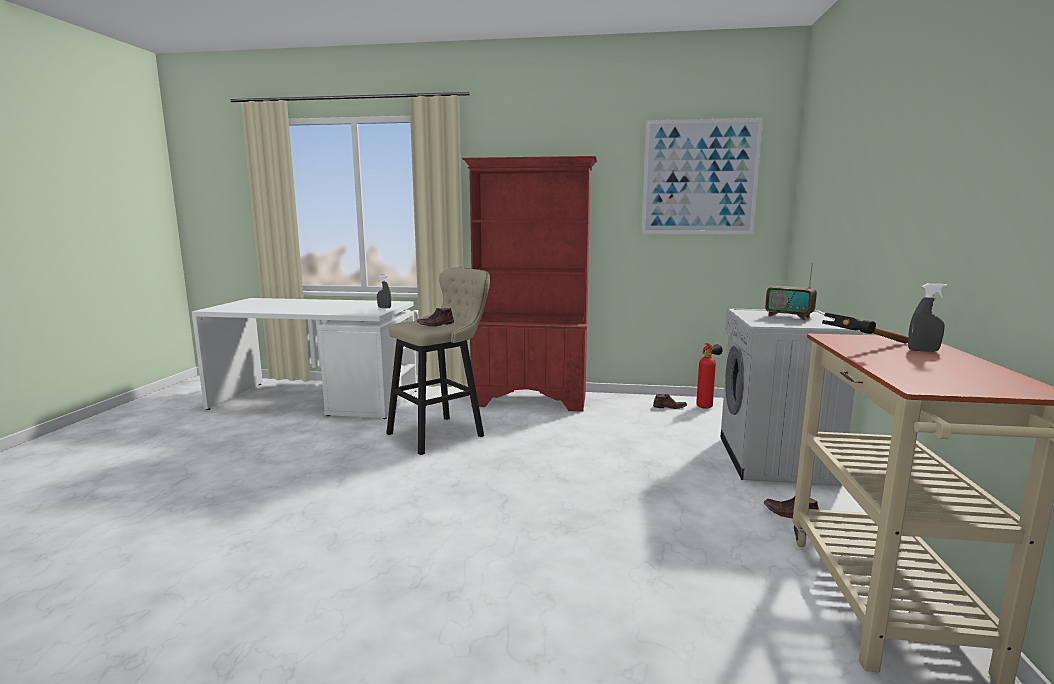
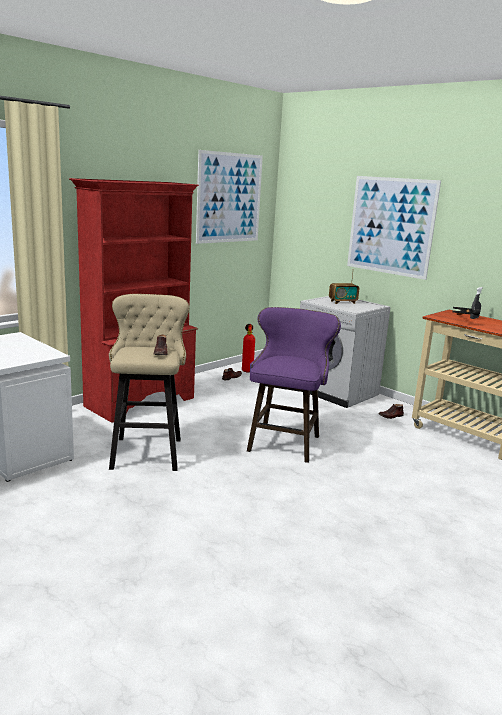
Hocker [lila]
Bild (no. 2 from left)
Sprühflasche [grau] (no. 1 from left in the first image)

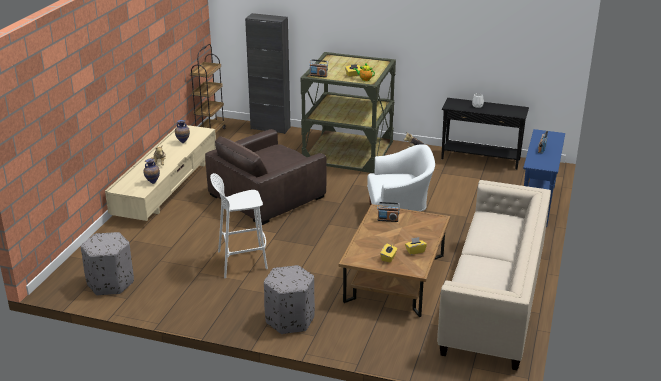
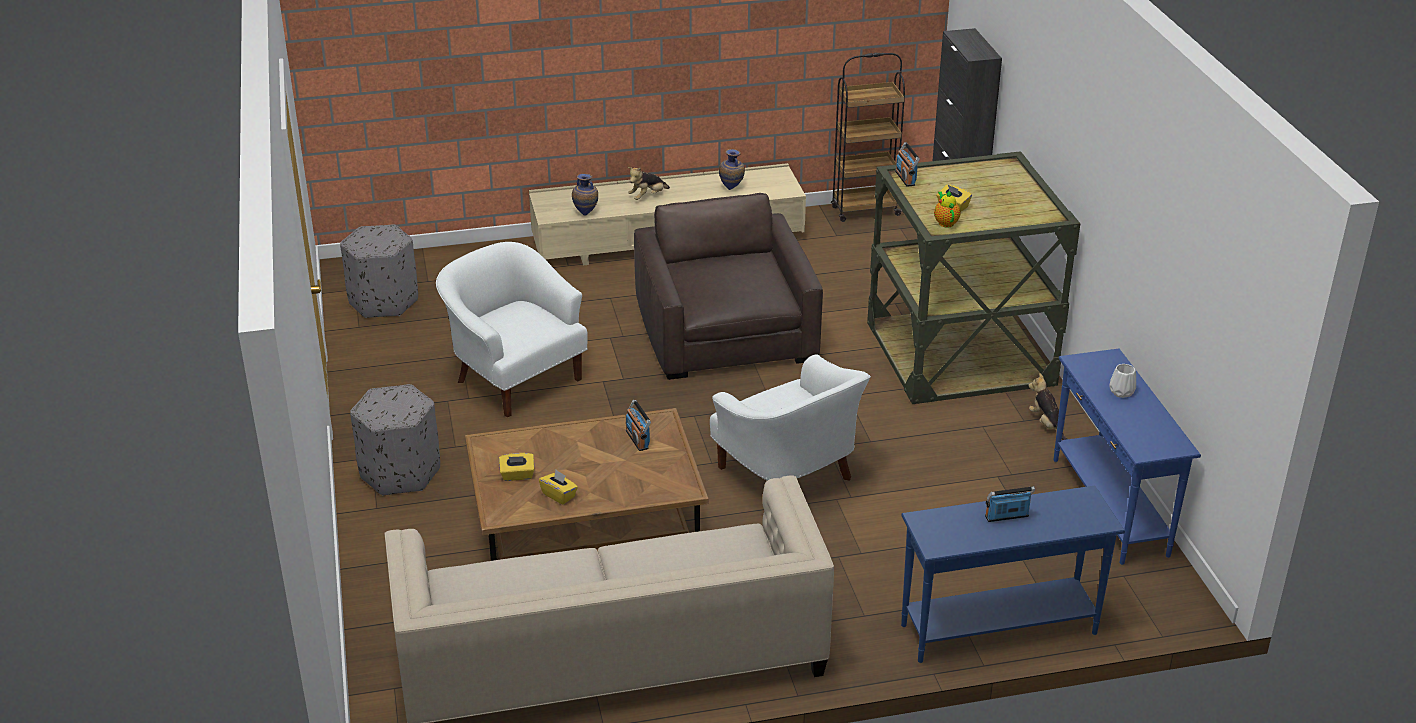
Sessel [weiß] (no. 1 from left)
Sessel [braun]
Konsolentisch [blau] (no. 2 from left)

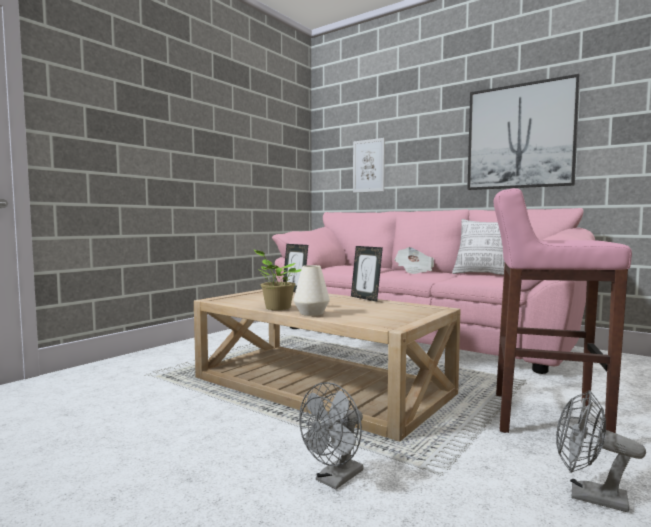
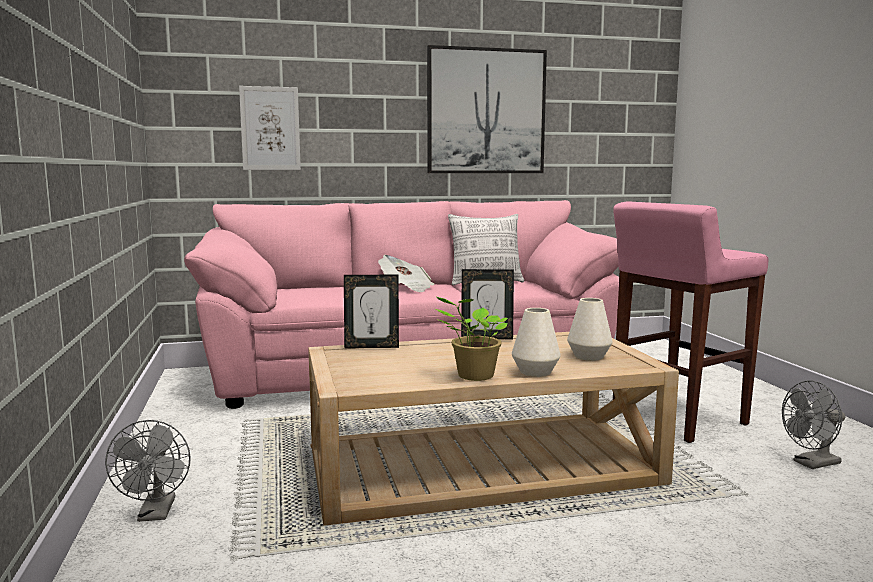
Ventilator [grau] (no. 1 from left)
Vase [weiß] (no. 2 from left)

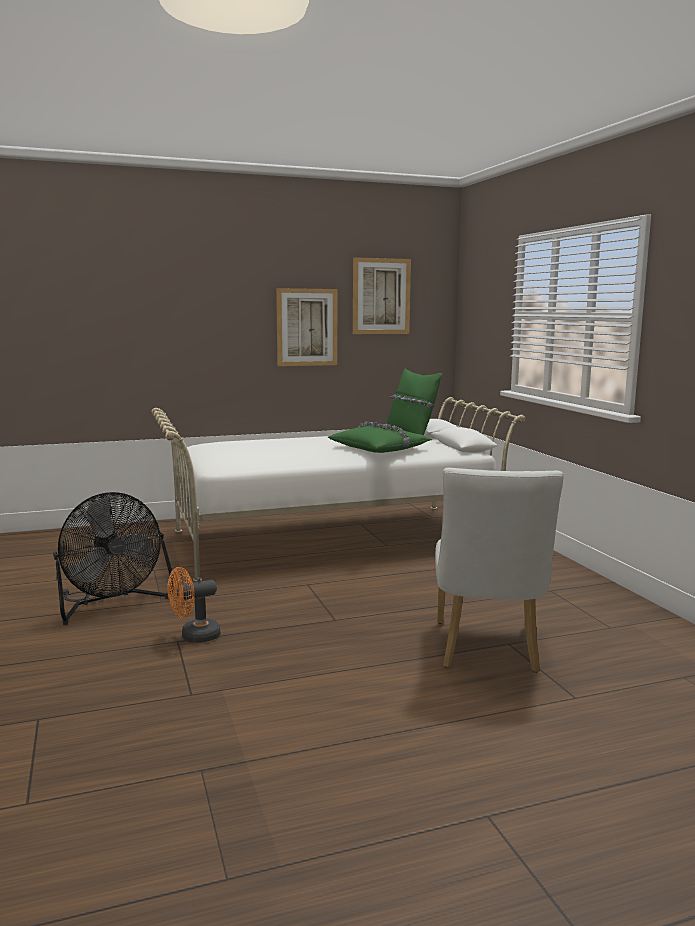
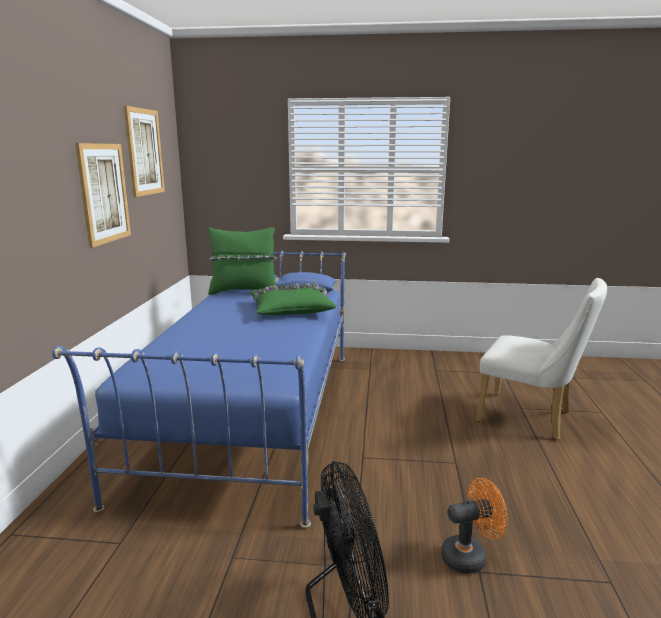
Bett [blau]
Ventilator [orange]

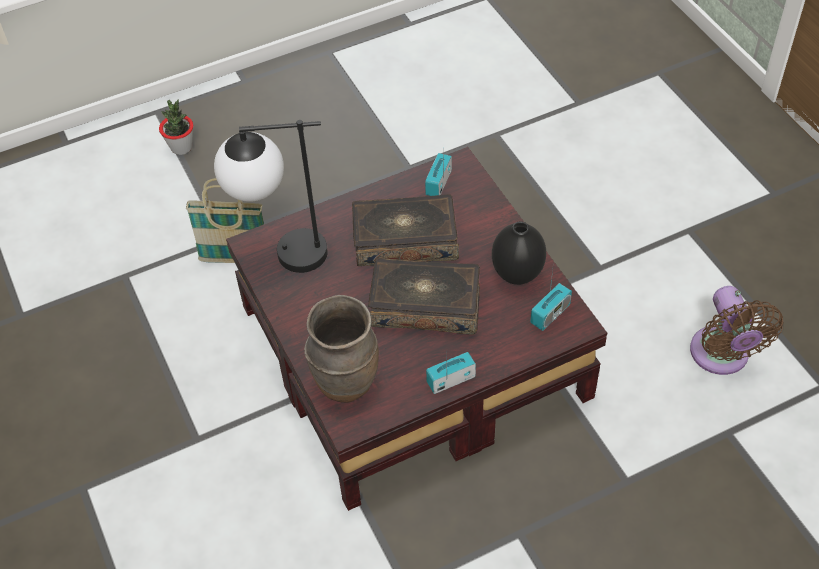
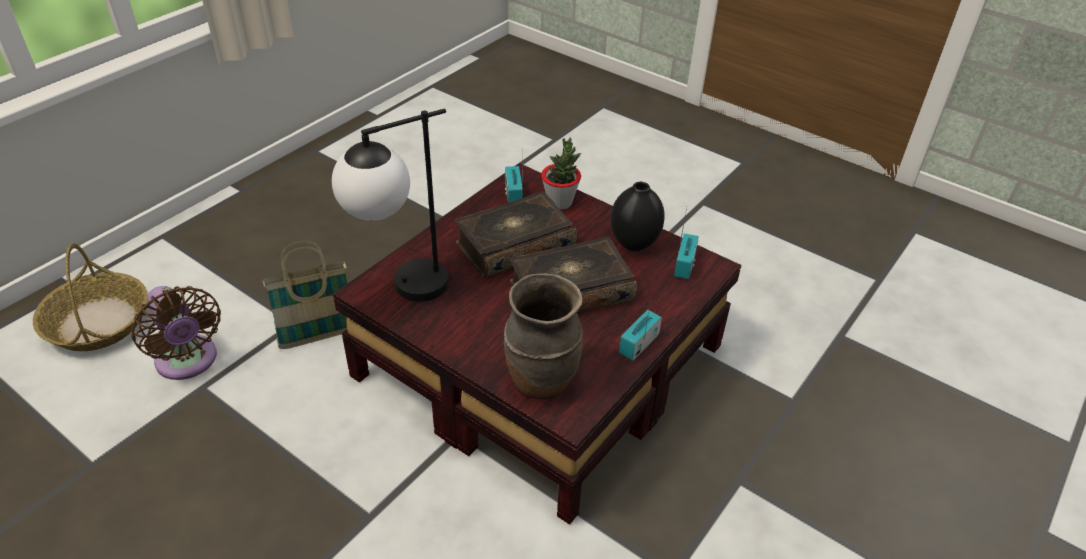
Korb (no. 1 from left)
Ventilator [braun]
Topfpflanze

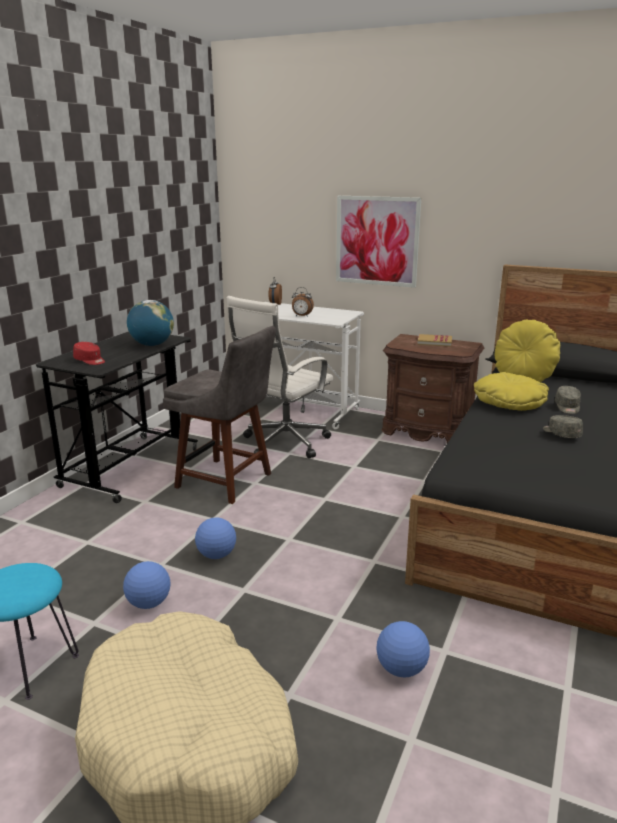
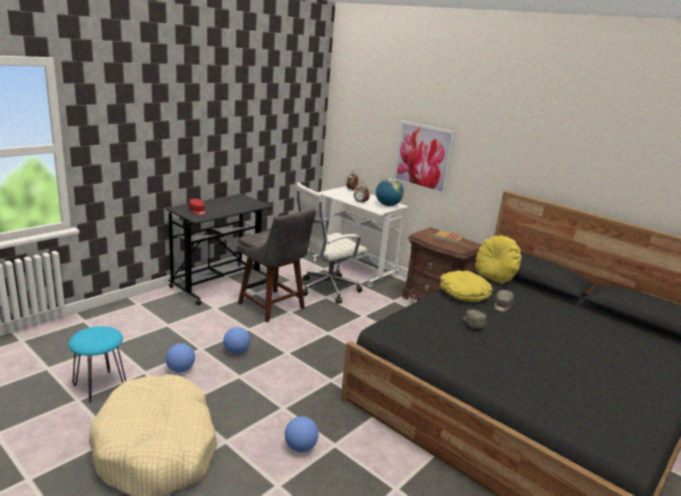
Globus

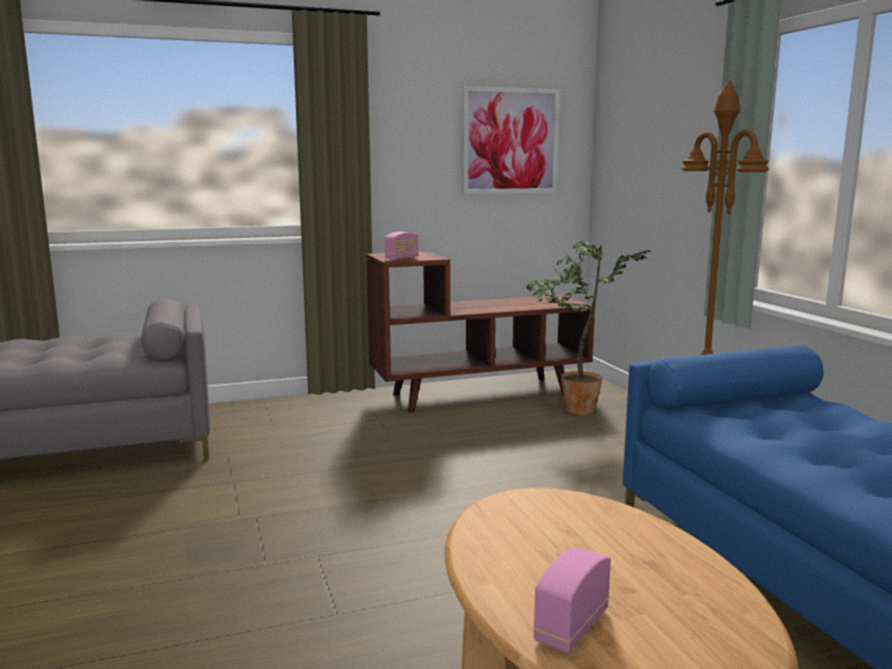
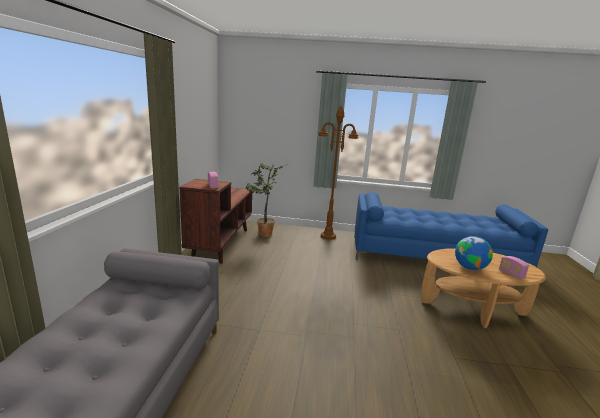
Globus
Bild

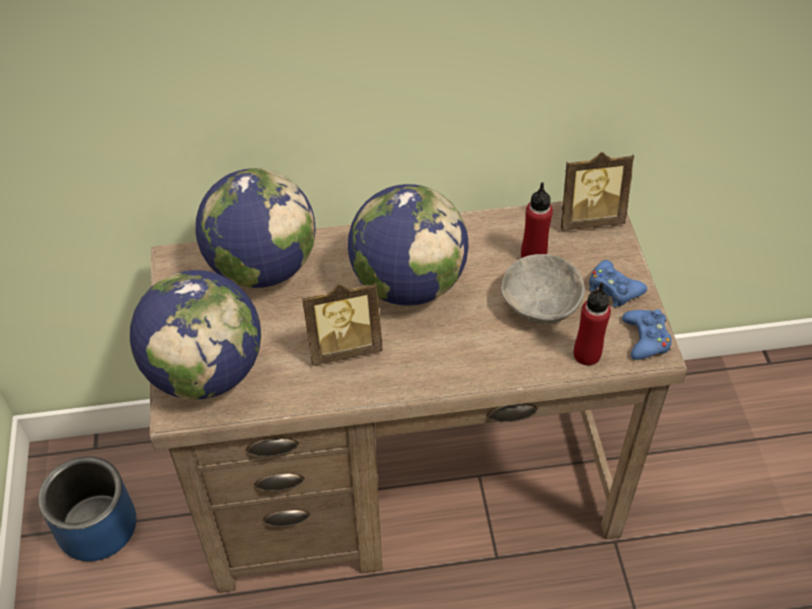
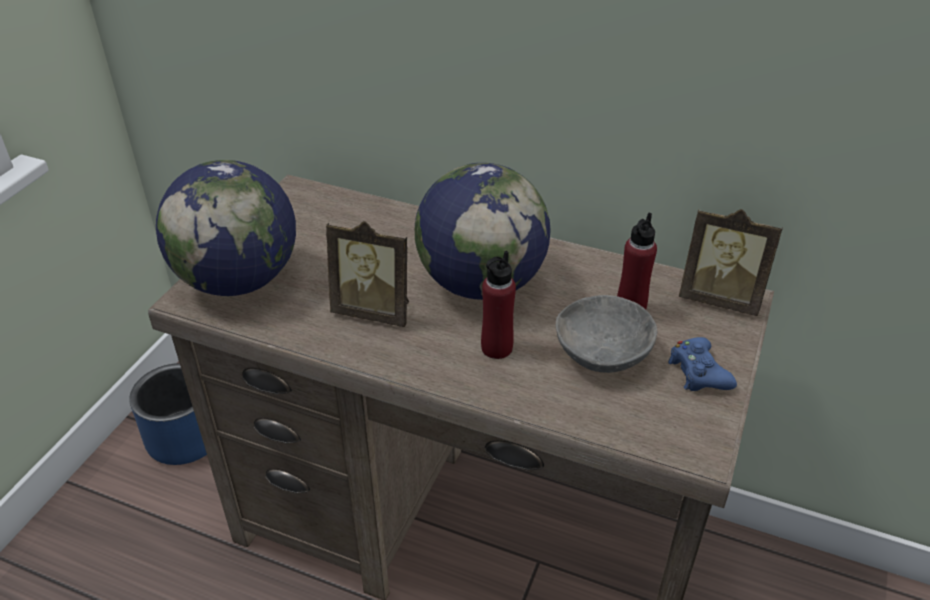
Flasche [rot] (no. 1 from left)
Globus (no. 2 from left in the first image)
Gamepad [blau] (no. 2 from left in the first image)

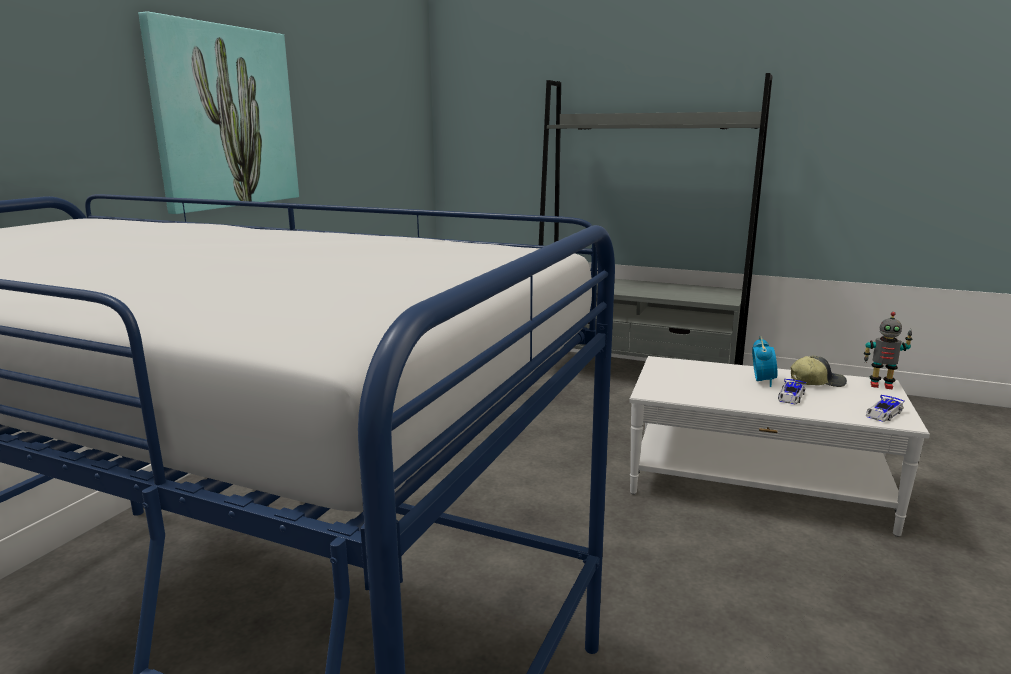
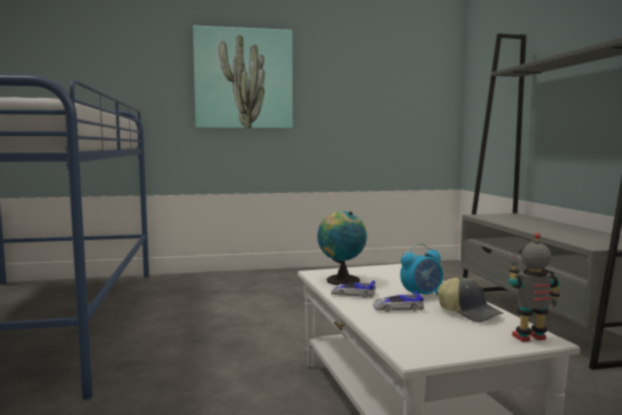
Globus
Spielzeugauto (no. 1 from left)
Spielzeugroboter

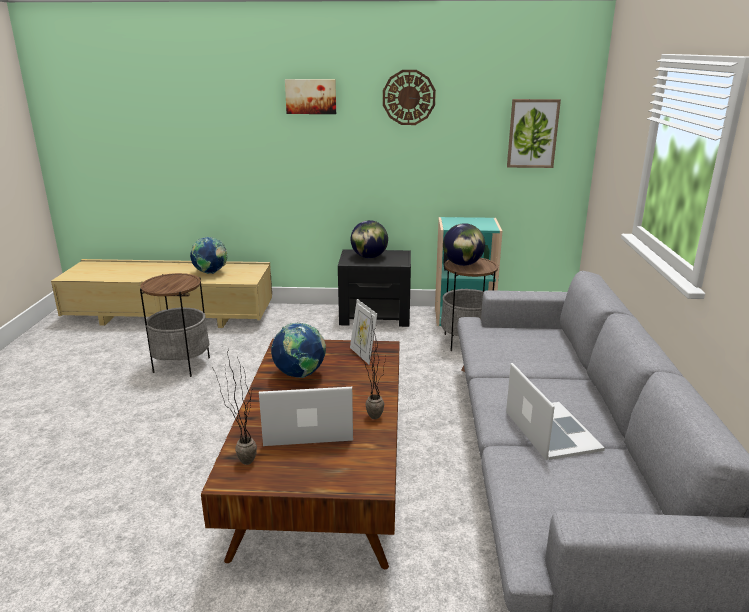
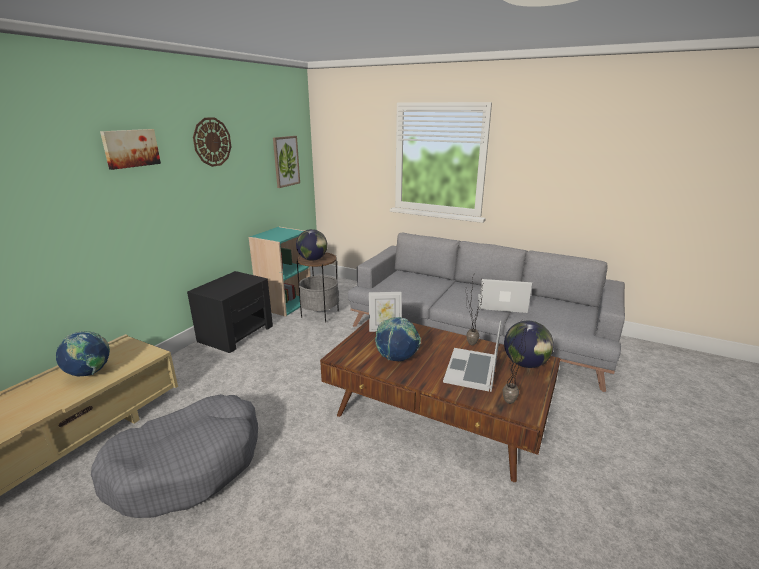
Hundebett [grau]
Globus (no. 4 from left)

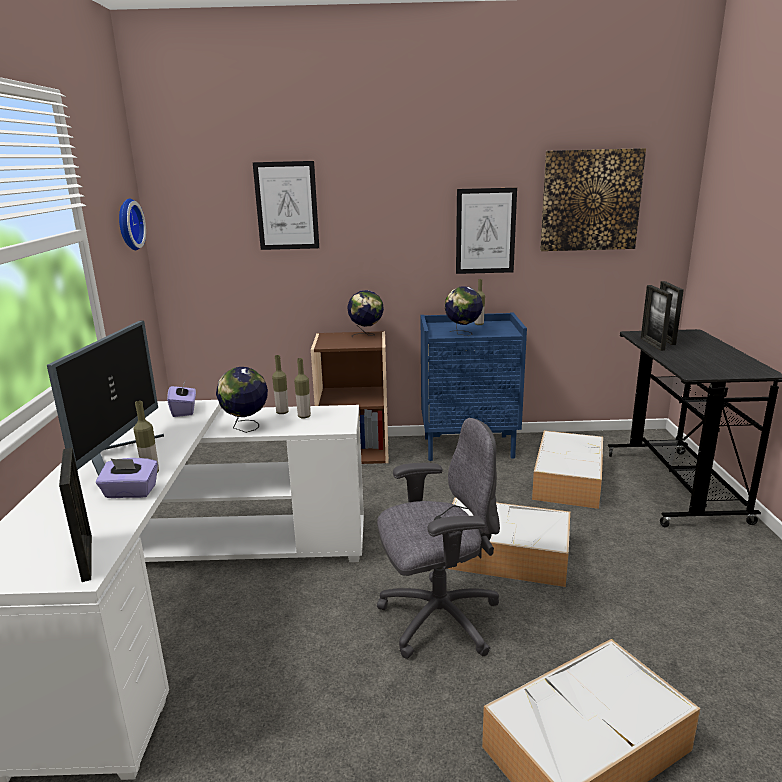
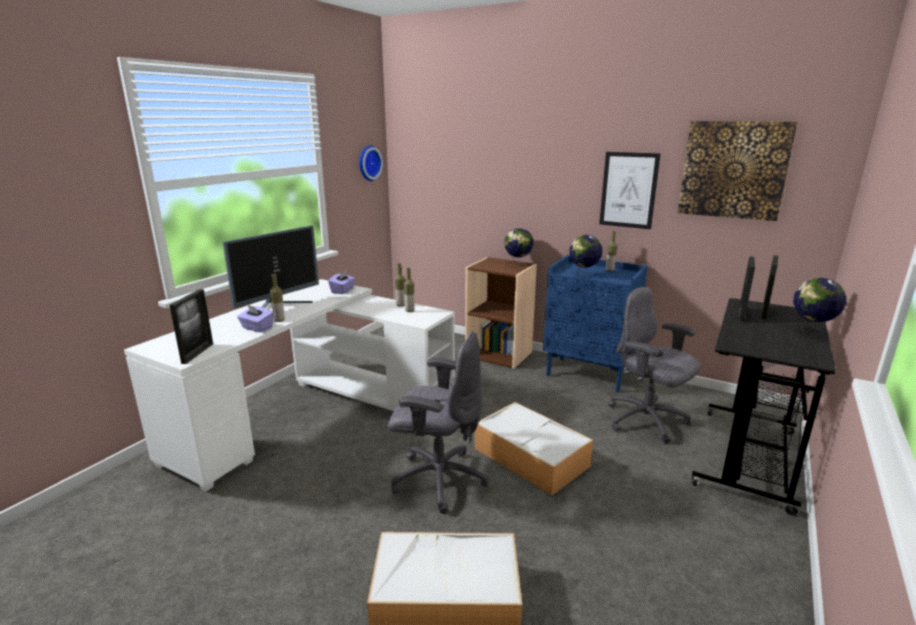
Bürostuhl [grau] (no. 2 from left)
Globus (no. 3 from left)
Bild (no. 1 from left in the first image)

